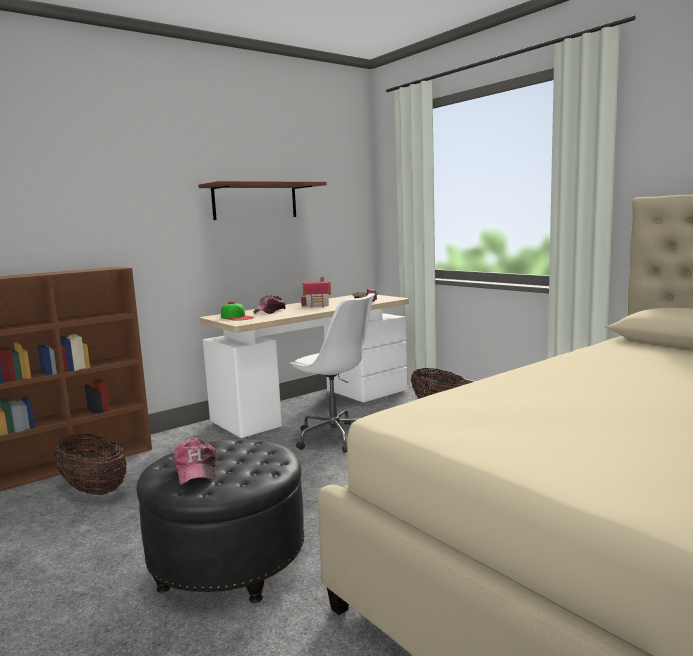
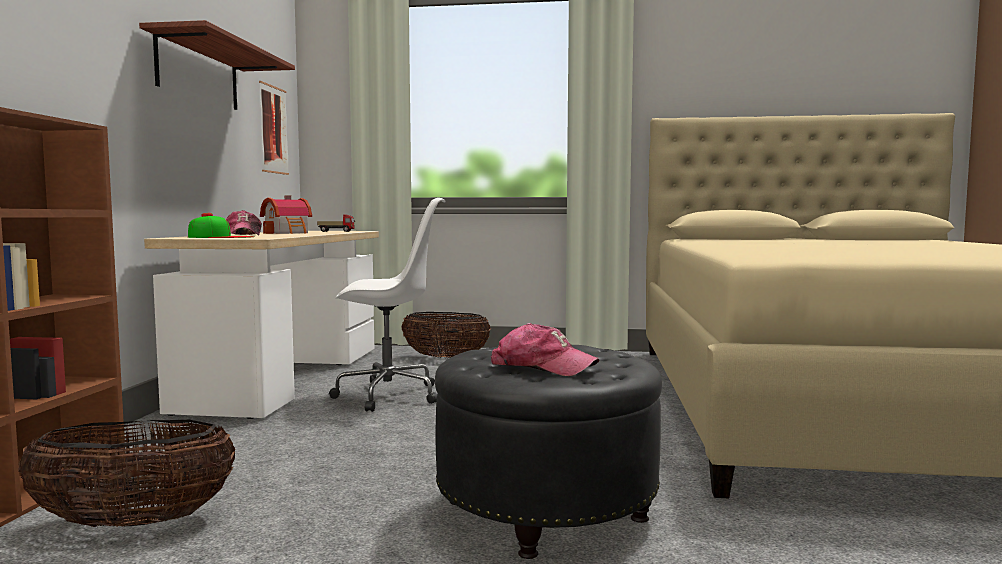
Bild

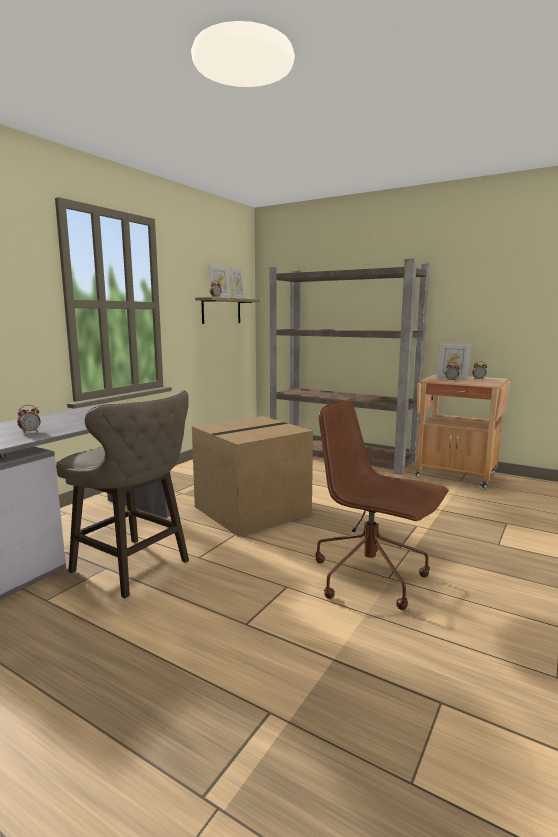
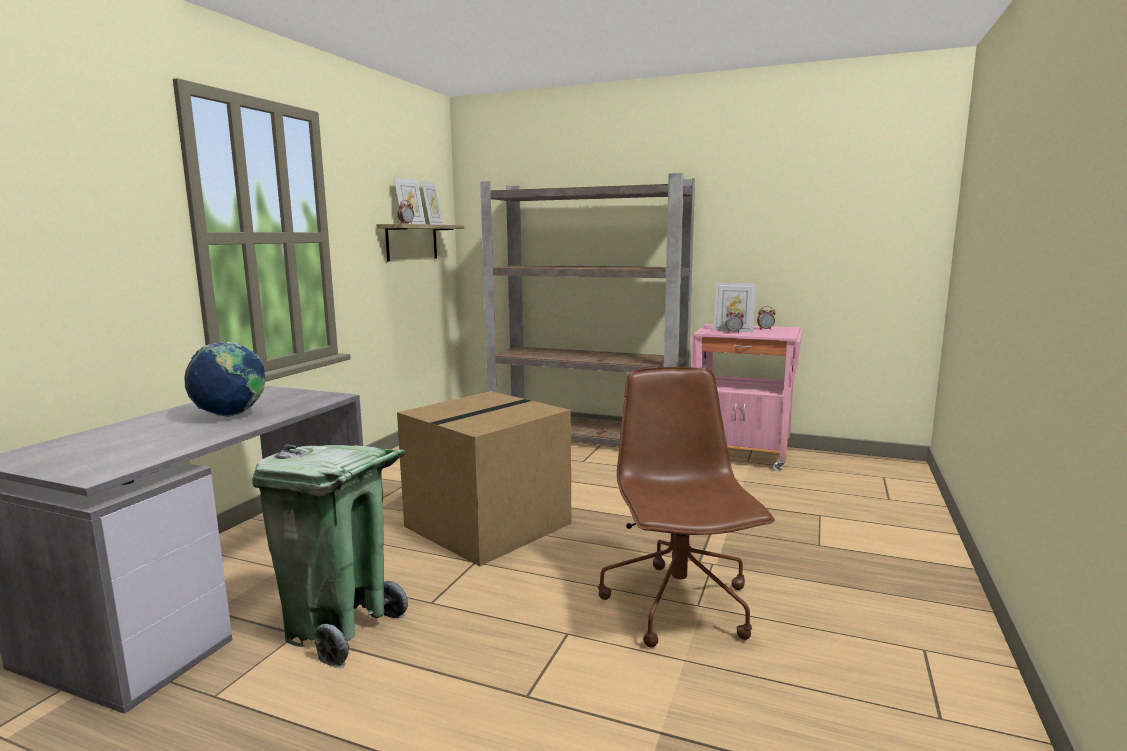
Globus
Mülleimer [grün]
Bürostuhl [braun]
Rollwagen [rosa]
Wecker (no. 1 from left in the first image)

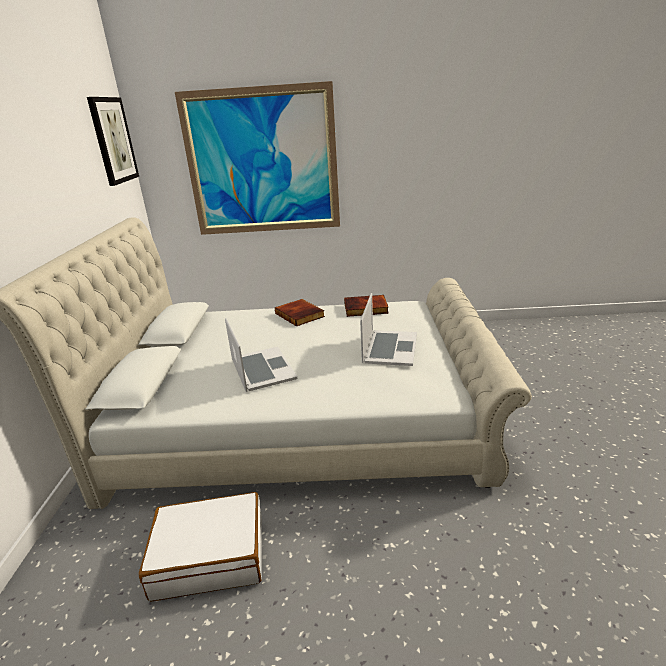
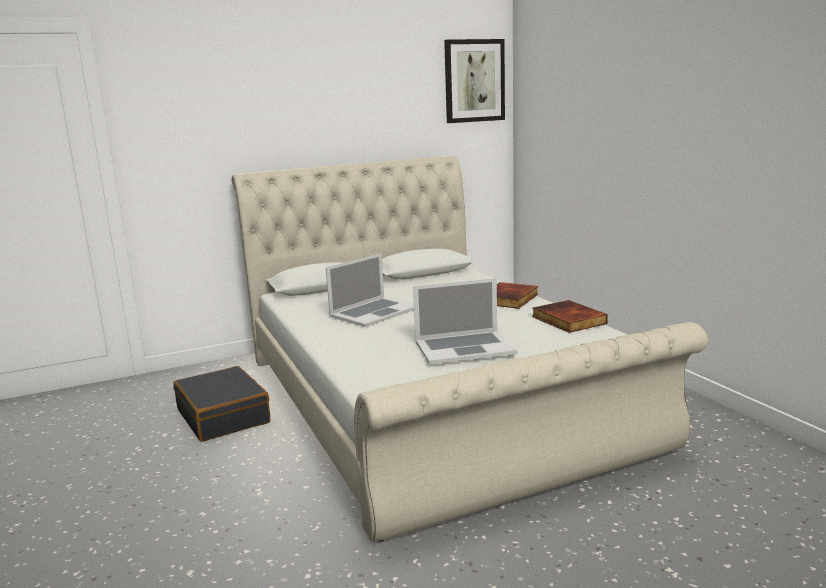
Koffer [schwarz]
Bild (no. 2 from left in the first image)

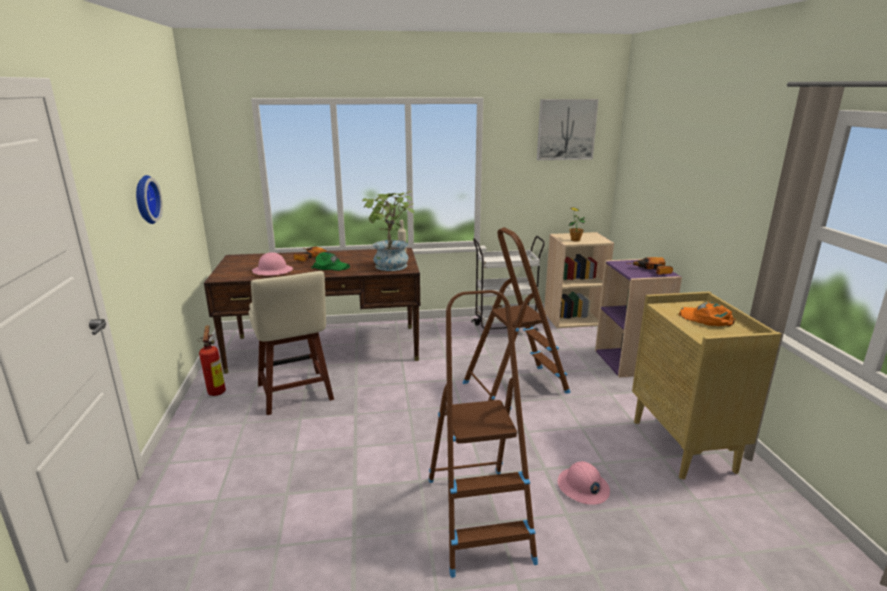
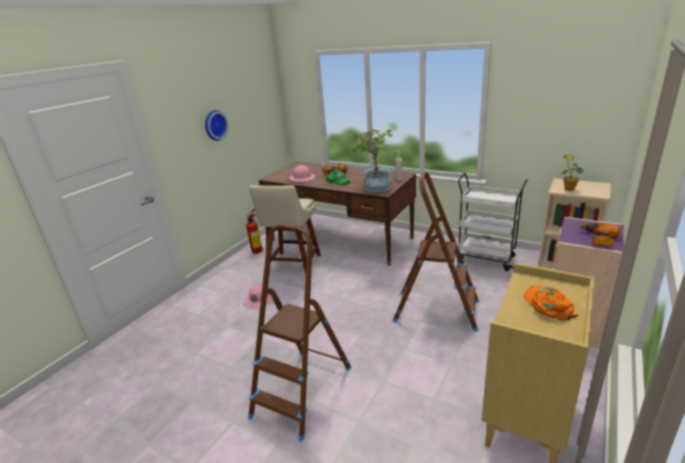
Schutzhelm [rosa] (no. 1 from left)
Bild

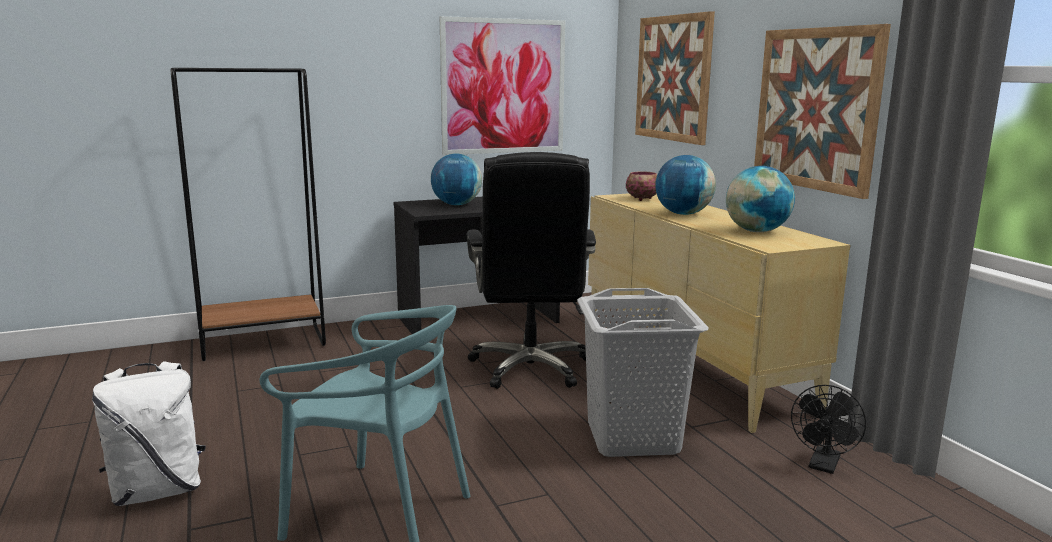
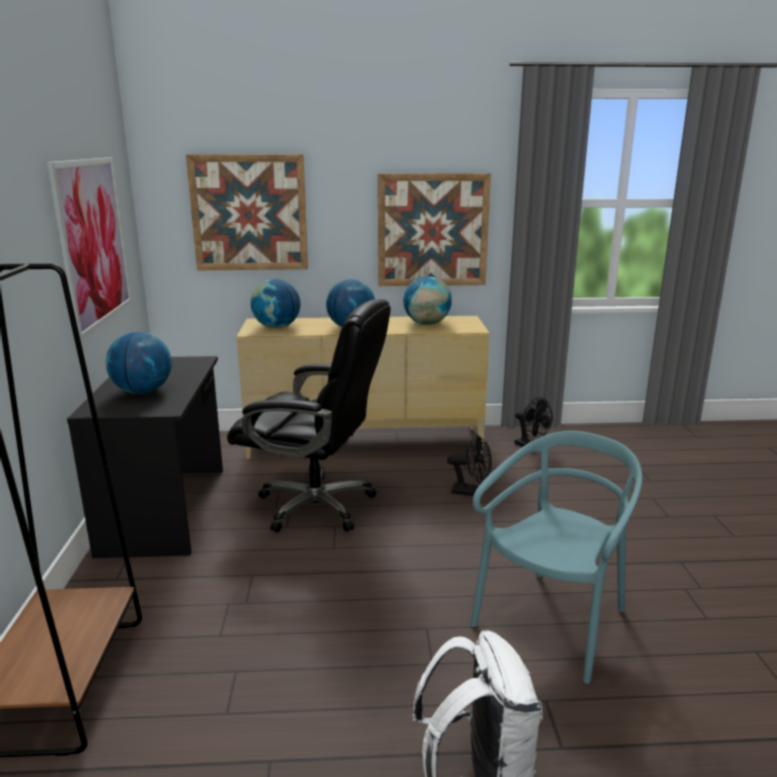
Globus (no. 2 from left)
Ventilator [schwarz] (no. 1 from left)

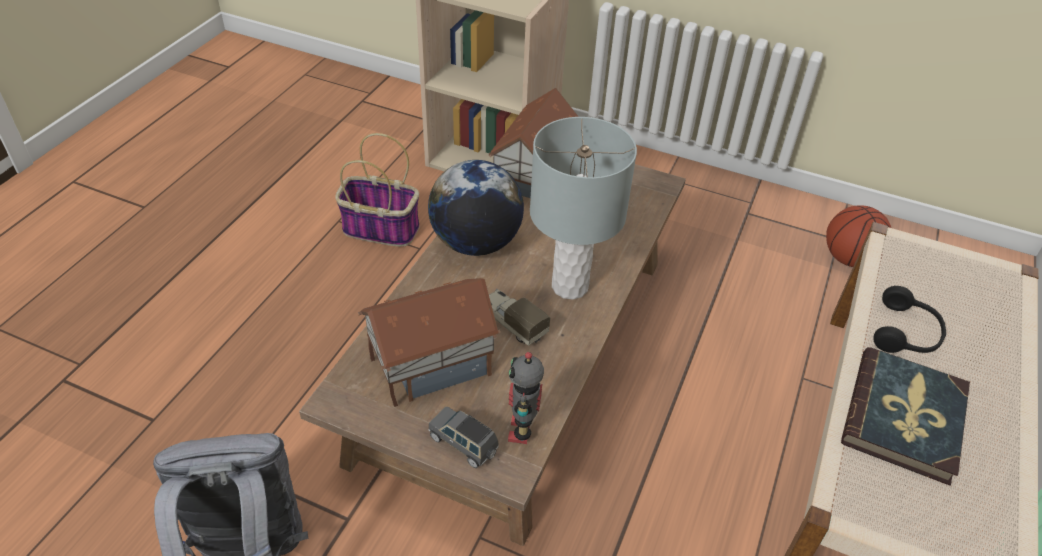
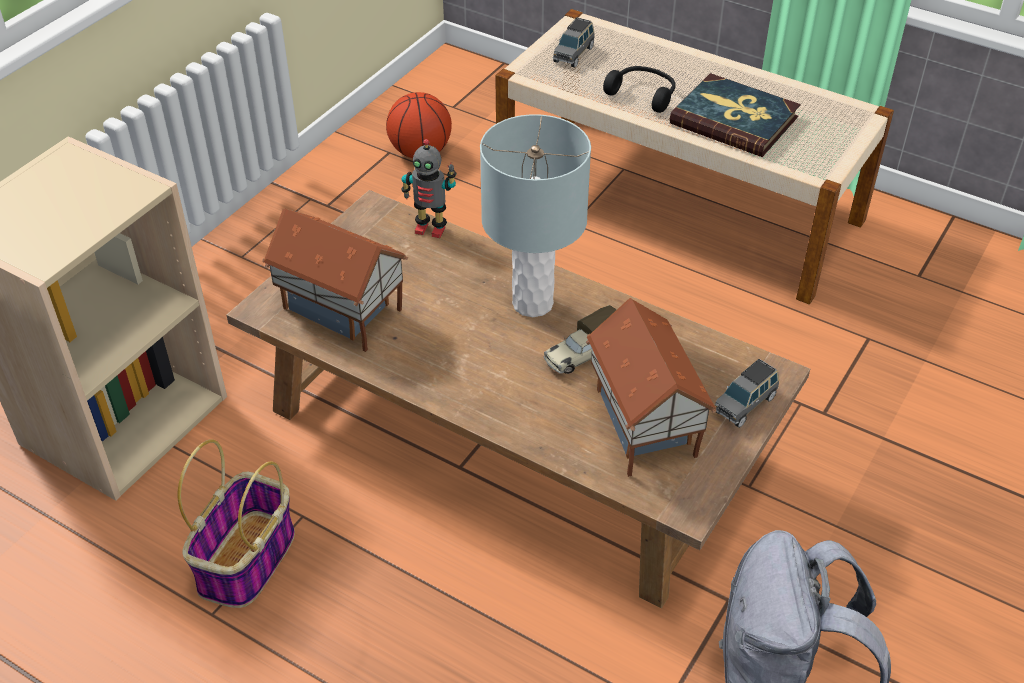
Spielzeugroboter
Spielzeugauto [grau] (no. 1 from left)
Globus

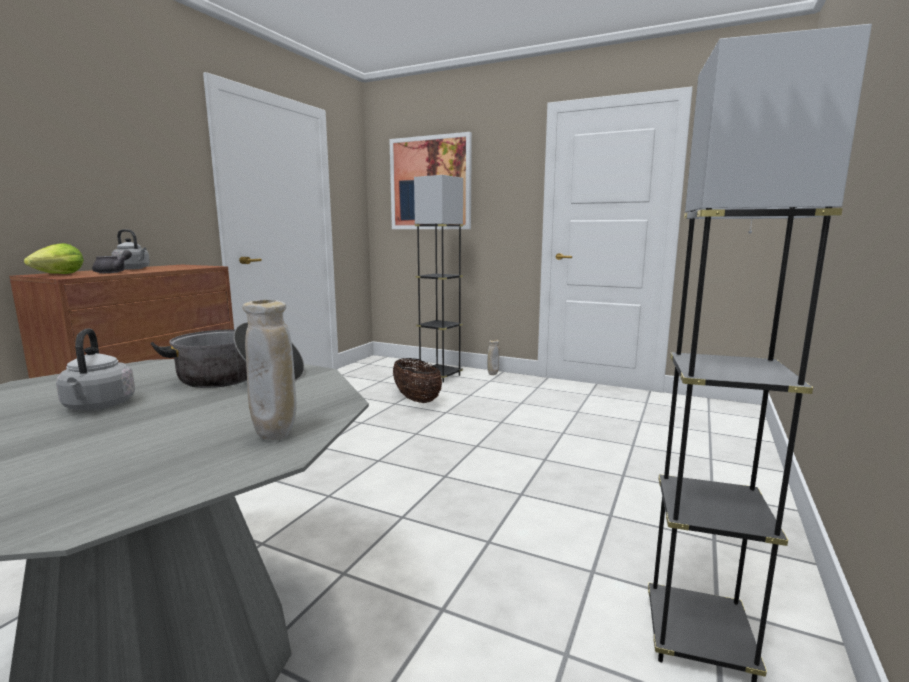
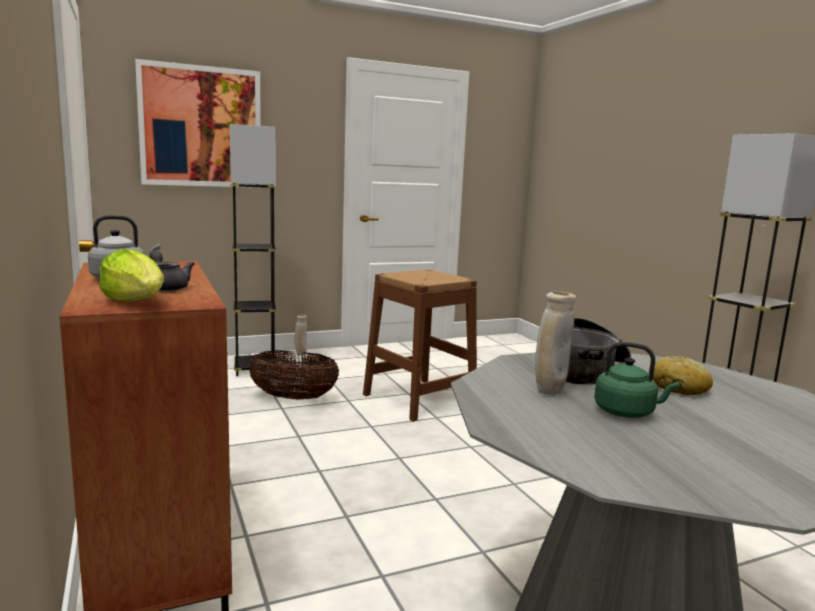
Hocker [braun]
Vase [beige] (no. 2 from left)
Wasserkessel [grün]
Brot

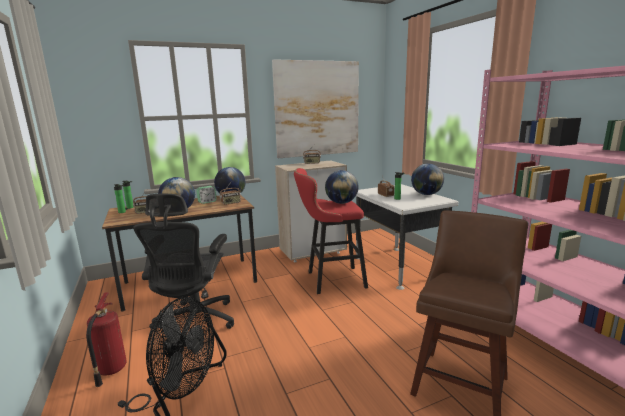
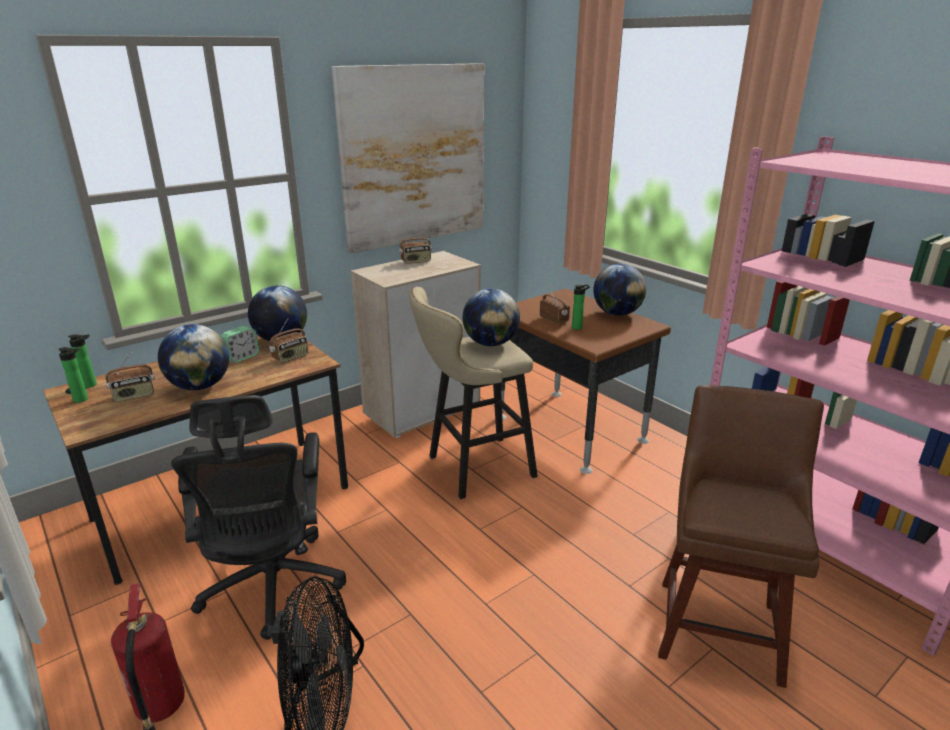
Hocker [beige]
Schreibtisch [braun] (no. 2 from left)

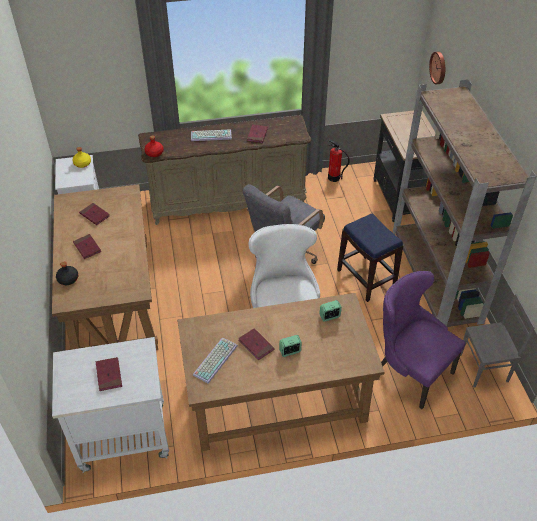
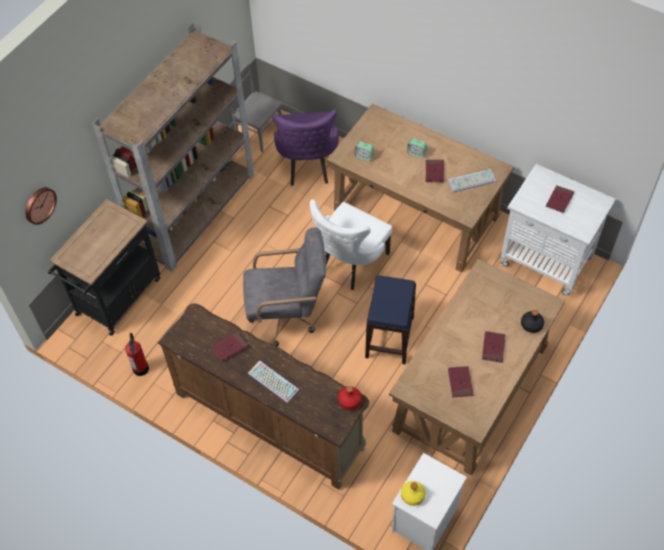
Hocker

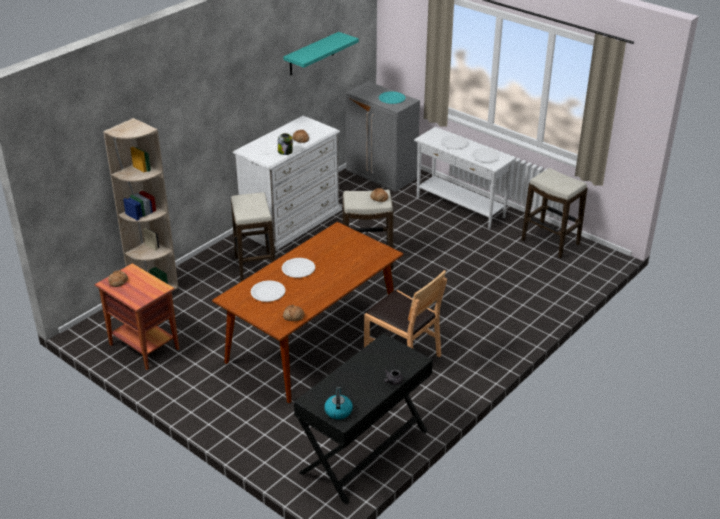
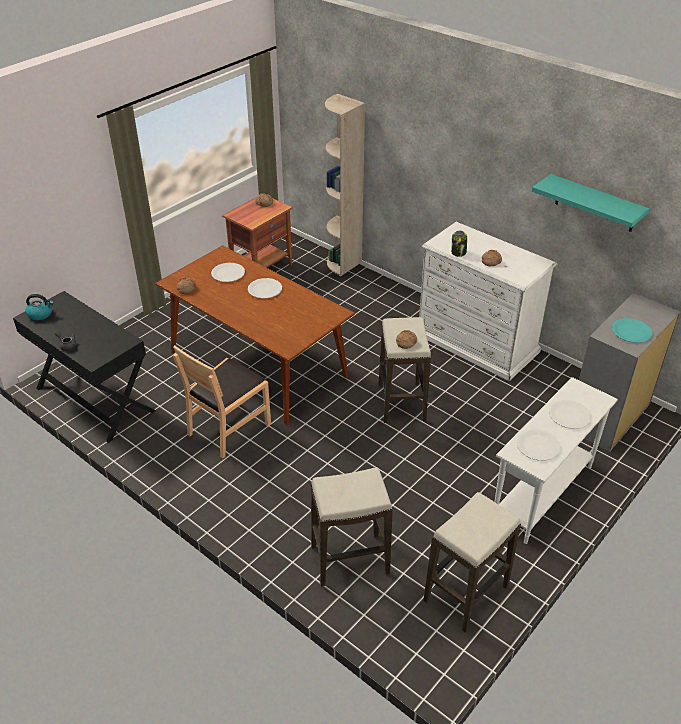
Hocker (no. 1 from left)

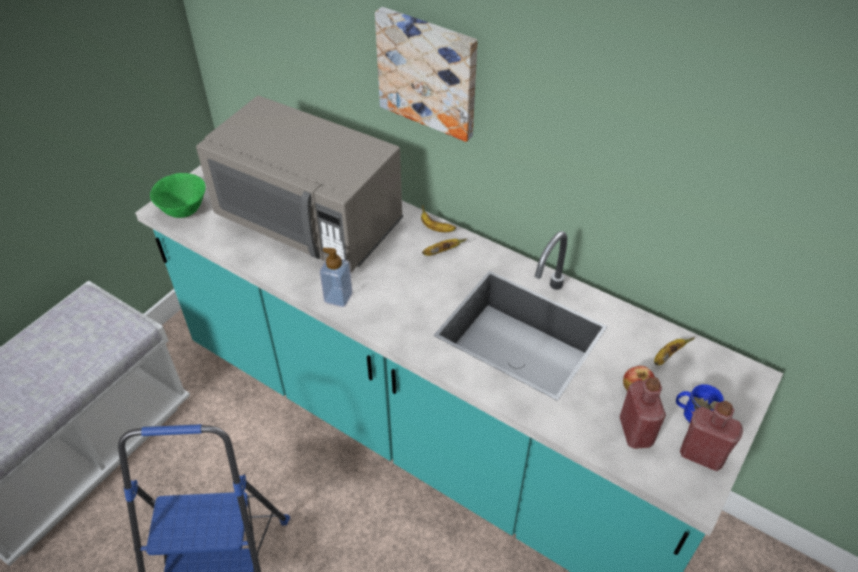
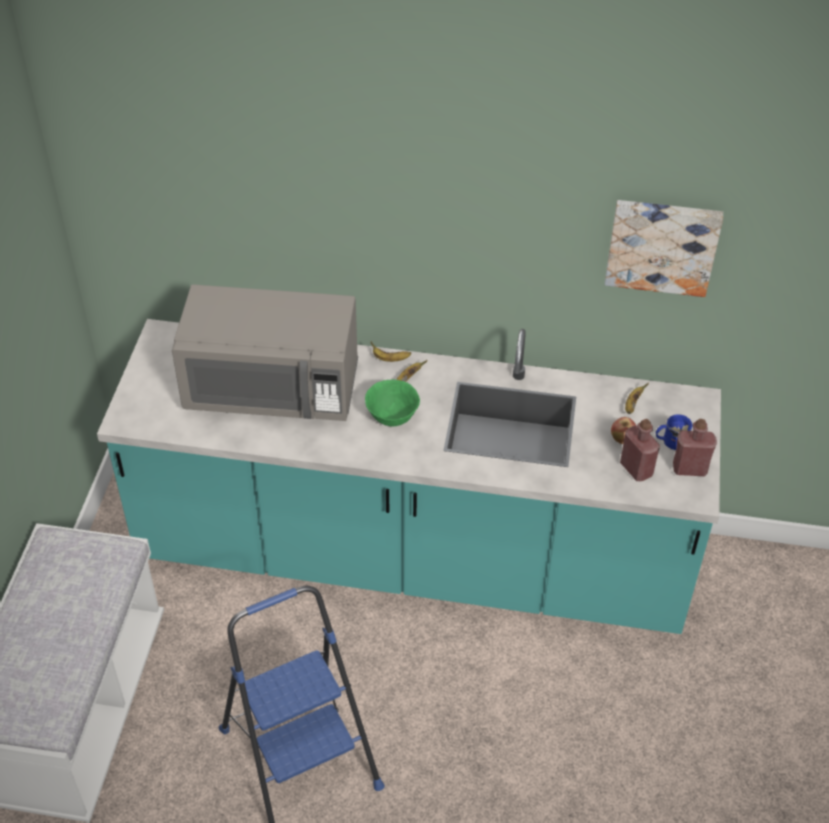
Schüssel [grün]
Bild
Seifenspender

